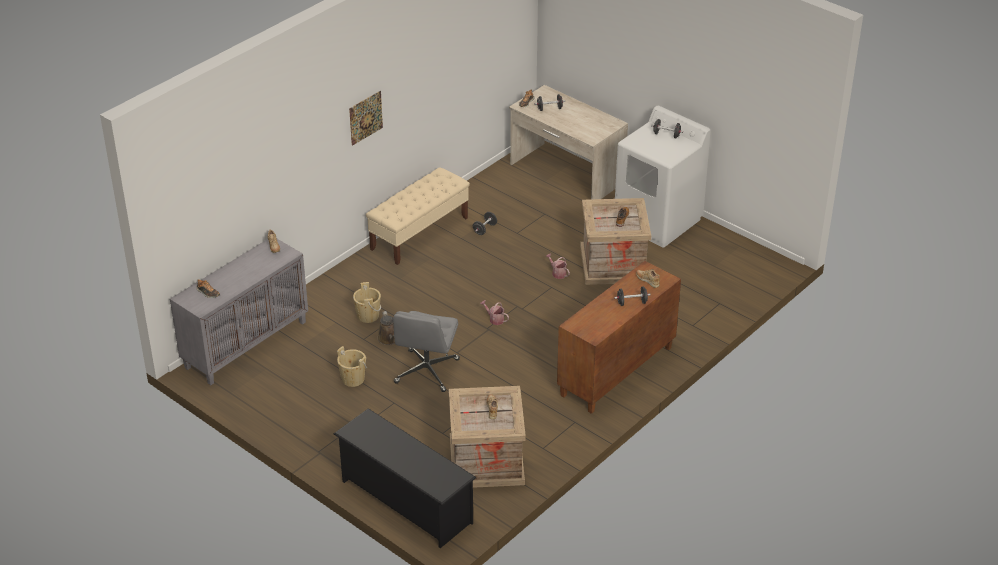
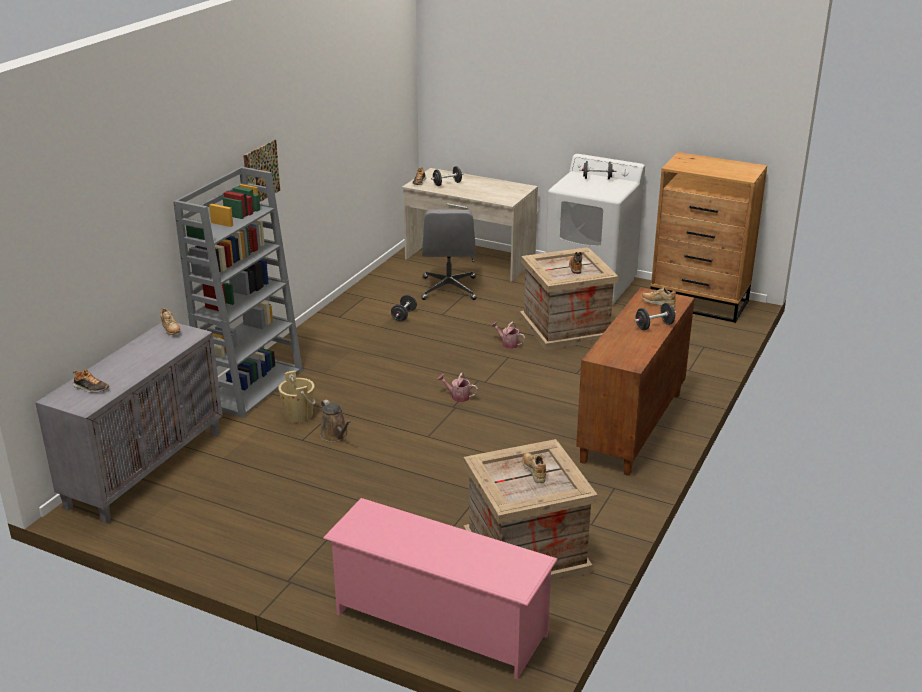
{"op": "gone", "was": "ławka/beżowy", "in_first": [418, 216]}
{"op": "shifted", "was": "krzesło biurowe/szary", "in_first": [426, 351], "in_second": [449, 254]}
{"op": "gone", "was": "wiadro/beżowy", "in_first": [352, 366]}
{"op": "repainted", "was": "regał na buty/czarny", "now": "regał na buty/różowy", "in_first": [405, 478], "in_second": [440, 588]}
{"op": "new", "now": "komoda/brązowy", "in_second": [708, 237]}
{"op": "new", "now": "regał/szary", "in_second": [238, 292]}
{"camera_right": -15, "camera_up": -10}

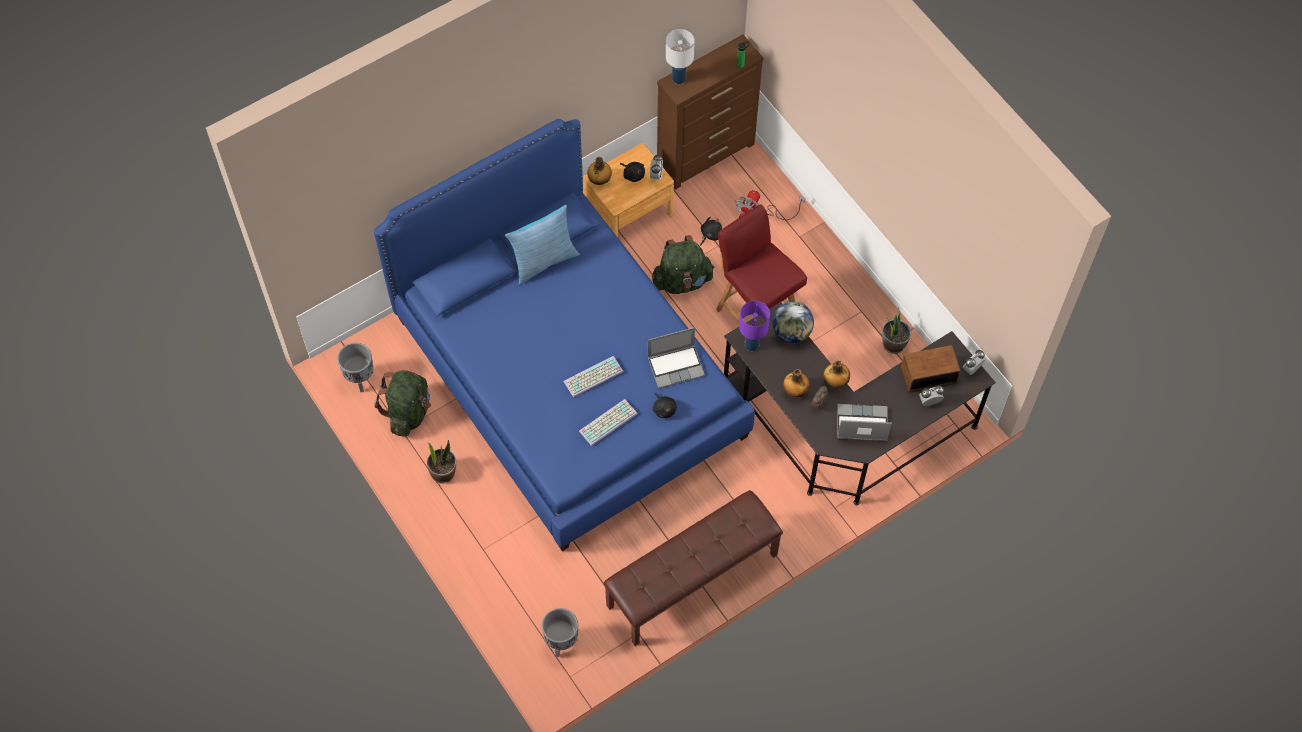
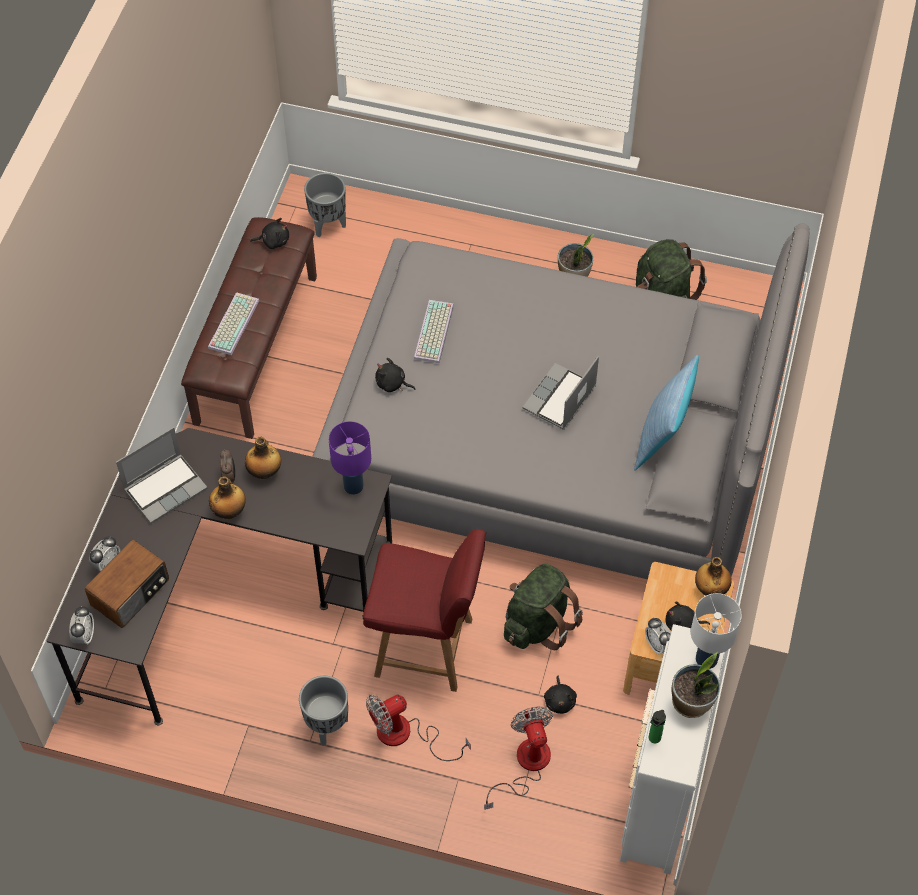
{"op": "repainted", "was": "komoda/brązowy", "now": "komoda/biały", "in_first": [710, 112], "in_second": [672, 749]}
{"op": "repainted", "was": "łóżko/niebieski", "now": "łóżko/szary", "in_first": [564, 335], "in_second": [561, 401]}
{"op": "gone", "was": "globus", "in_first": [793, 322]}
{"op": "shifted", "was": "roślina doniczkowa", "in_first": [896, 332], "in_second": [696, 685]}
{"op": "shifted", "was": "laptop", "in_first": [676, 358], "in_second": [560, 393]}
{"op": "shifted", "was": "donica/szary", "in_first": [356, 367], "in_second": [323, 711]}
{"op": "shifted", "was": "klawiatura", "in_first": [593, 376], "in_second": [233, 323]}
{"op": "new", "now": "pluszak/czarny", "in_second": [269, 233]}
{"op": "new", "now": "wentylator", "in_second": [418, 727]}
{"camera_right": 140, "camera_up": -5}

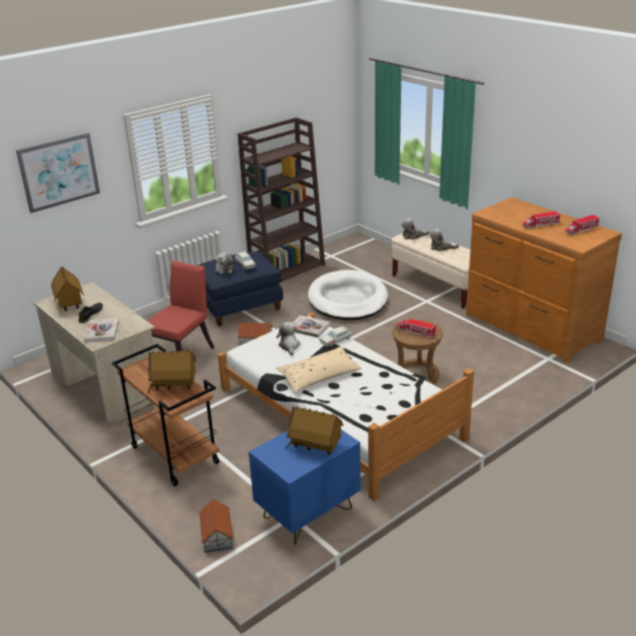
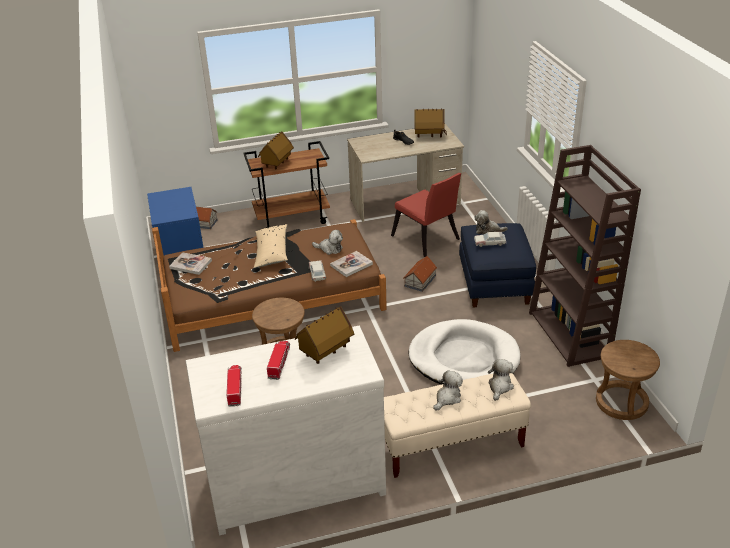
{"op": "gone", "was": "obraz", "in_first": [58, 173]}
{"op": "repainted", "was": "komoda/brązowy", "now": "komoda/biały", "in_first": [544, 280], "in_second": [286, 430]}
{"op": "repainted", "was": "łóżko/biały", "now": "łóżko/brązowy", "in_first": [346, 406], "in_second": [269, 285]}
{"op": "shifted", "was": "książka", "in_first": [101, 330], "in_second": [190, 263]}
{"op": "gone", "was": "ciężarówka zabawkowa", "in_first": [416, 328]}
{"op": "shifted", "was": "domek", "in_first": [314, 430], "in_second": [324, 335]}
{"op": "new", "now": "stołek/brązowy", "in_second": [628, 380]}
{"camera_right": 115, "camera_up": 5}

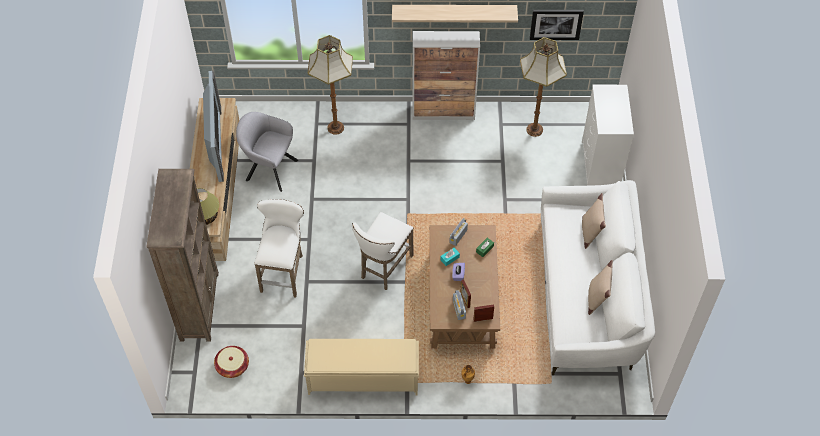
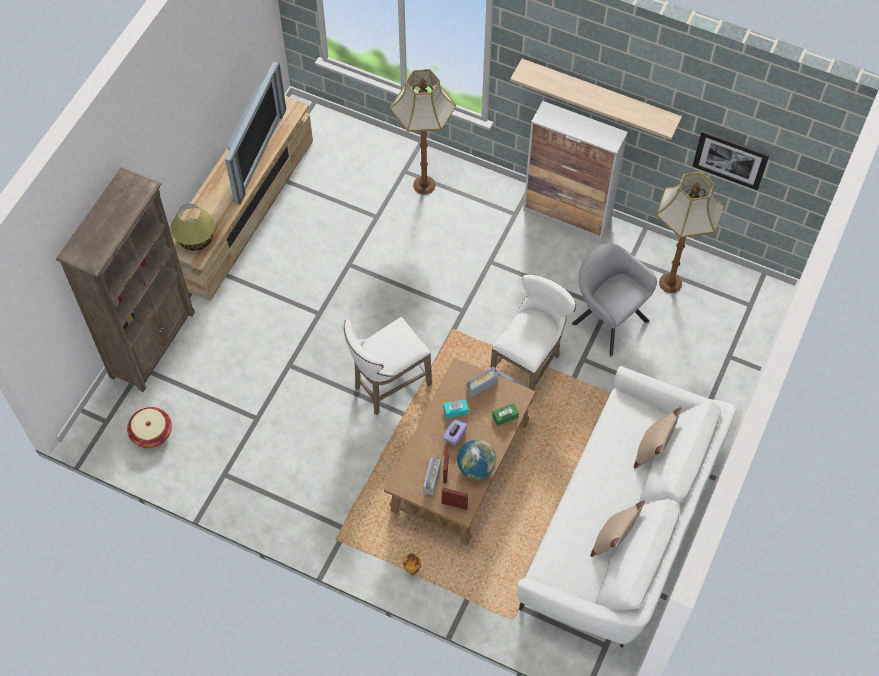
{"op": "gone", "was": "komoda/biały", "in_first": [608, 135]}
{"op": "shifted", "was": "fotel/szary", "in_first": [267, 152], "in_second": [614, 300]}
{"op": "shifted", "was": "stołek/biały", "in_first": [279, 248], "in_second": [533, 339]}
{"op": "gone", "was": "ławka/beżowy", "in_first": [361, 367]}
{"op": "new", "now": "globus", "in_second": [476, 459]}
{"camera_right": 25, "camera_up": 5}

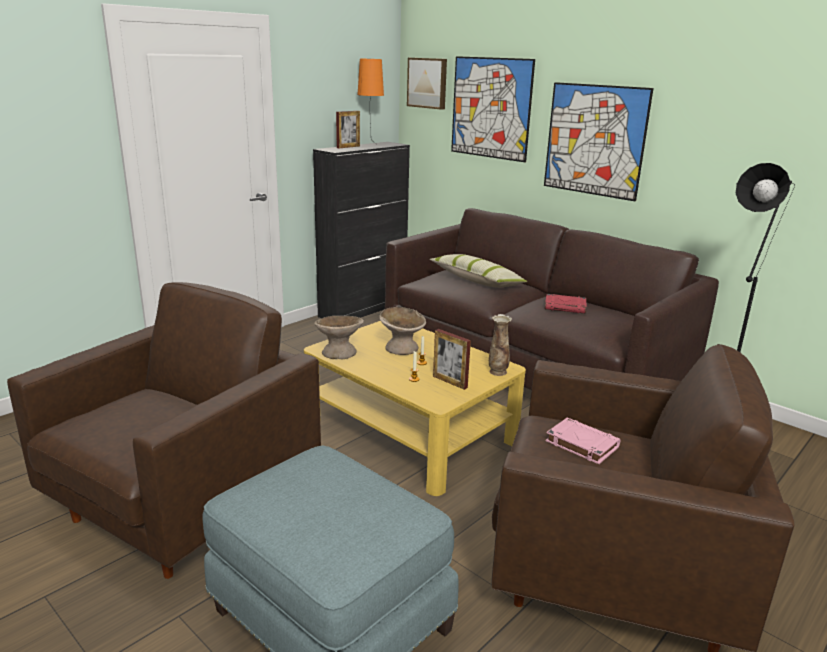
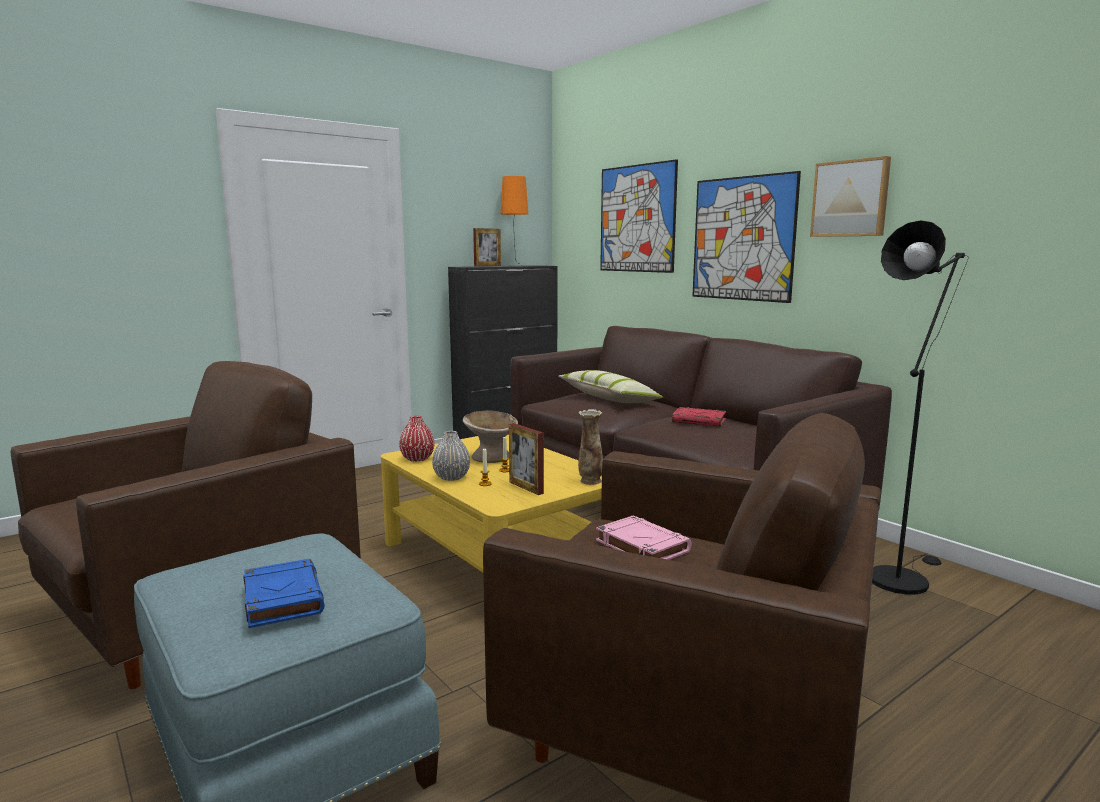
{"op": "shifted", "was": "obraz", "in_first": [427, 84], "in_second": [850, 196]}
{"op": "swapped", "was": "miska/beżowy", "now": "wazon/czerwony", "in_first": [339, 338], "in_second": [416, 439]}
{"op": "new", "now": "wazon/szary", "in_second": [451, 456]}
{"op": "new", "now": "książka/niebieski", "in_second": [284, 593]}
{"camera_right": 10, "camera_up": -10}

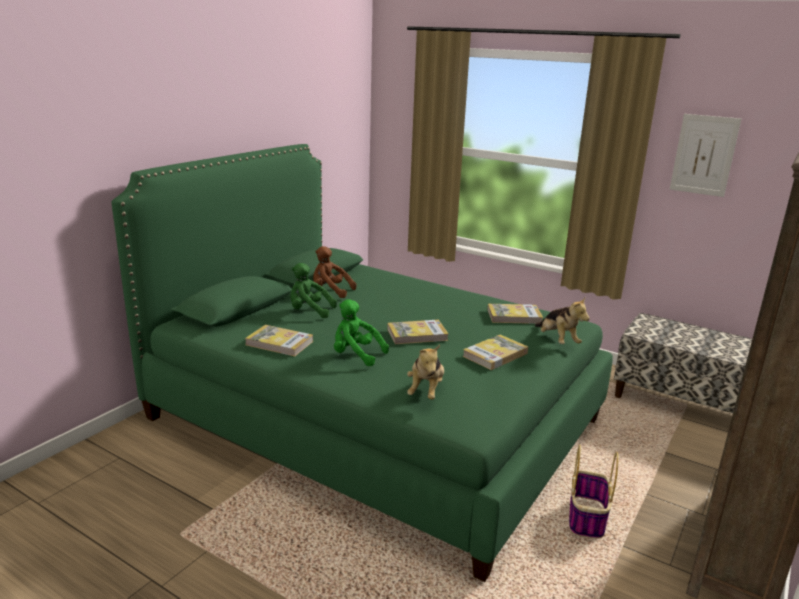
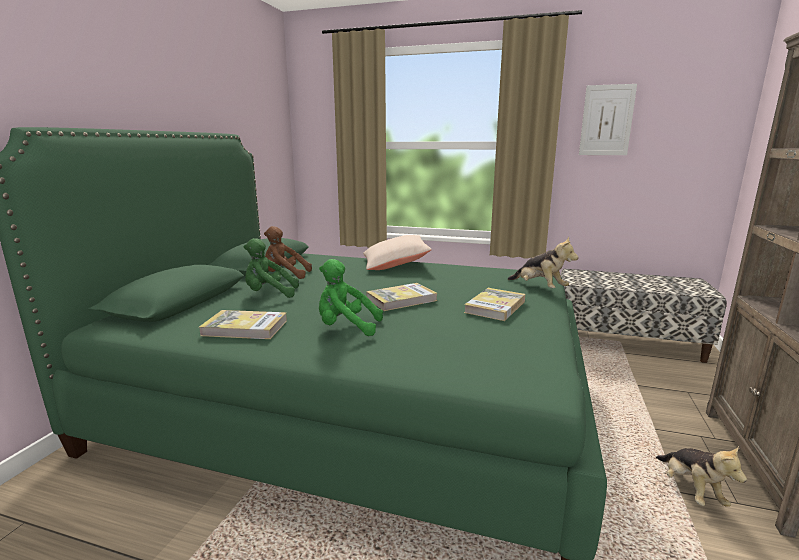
{"op": "gone", "was": "książka", "in_first": [515, 314]}
{"op": "shifted", "was": "pluszak", "in_first": [425, 372], "in_second": [701, 476]}
{"op": "gone", "was": "koszyk", "in_first": [594, 491]}
{"op": "new", "now": "poduszka/beżowy", "in_second": [397, 252]}
{"camera_right": -15, "camera_up": -5}

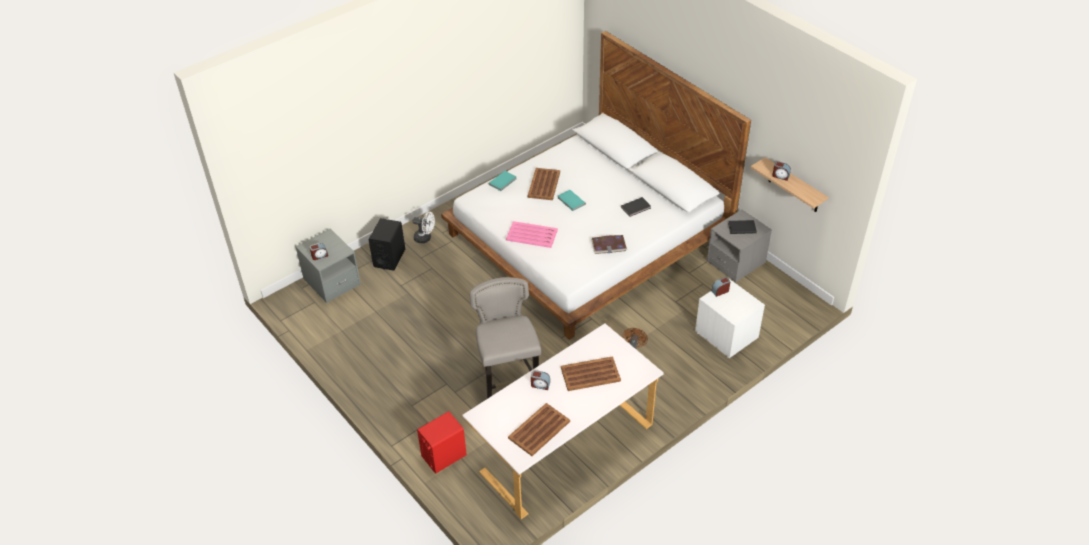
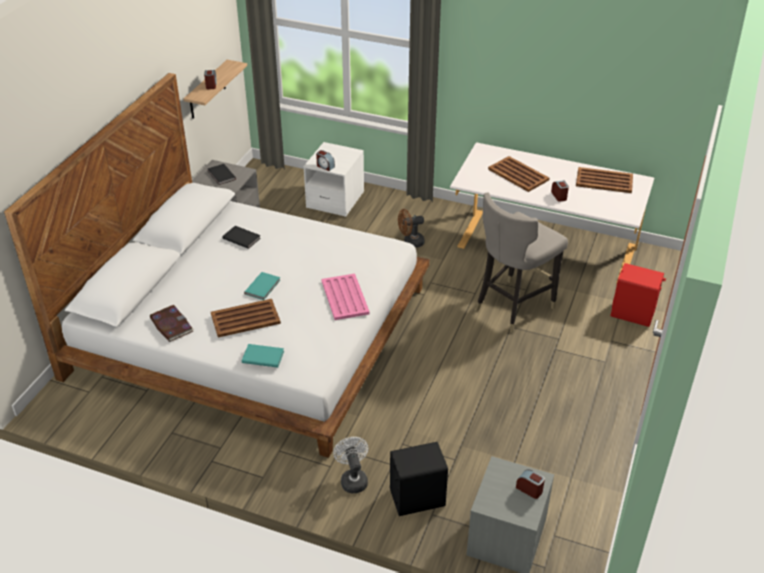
{"op": "shifted", "was": "książka", "in_first": [609, 244], "in_second": [172, 323]}
{"camera_right": -120, "camera_up": -5}

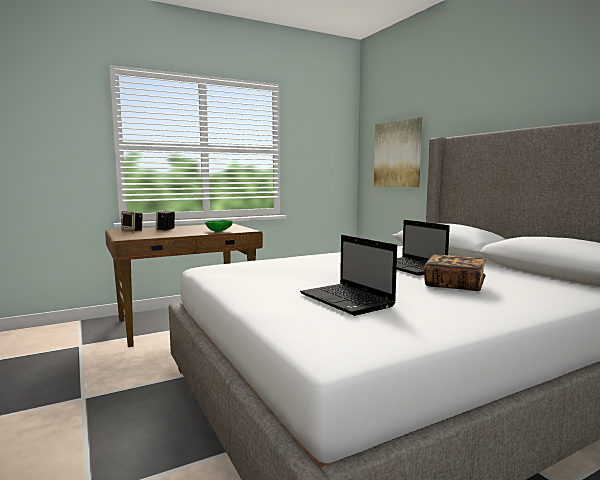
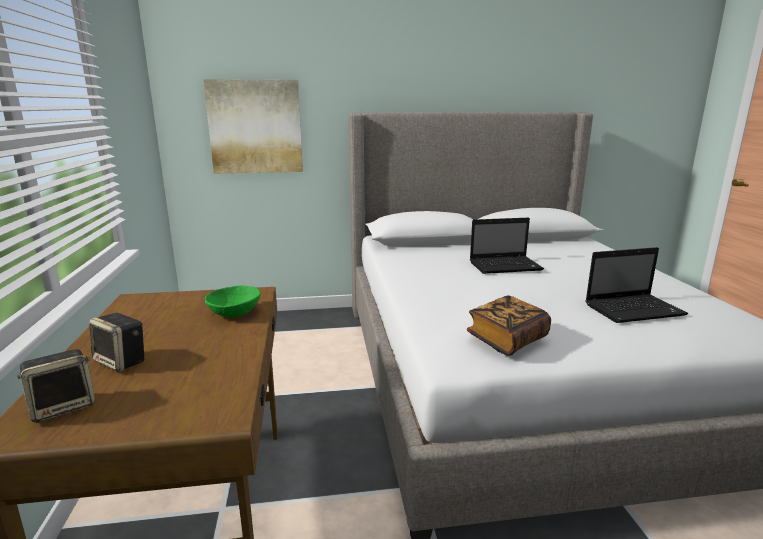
{"op": "shifted", "was": "książka", "in_first": [455, 272], "in_second": [509, 325]}
{"camera_right": -70, "camera_up": 10}

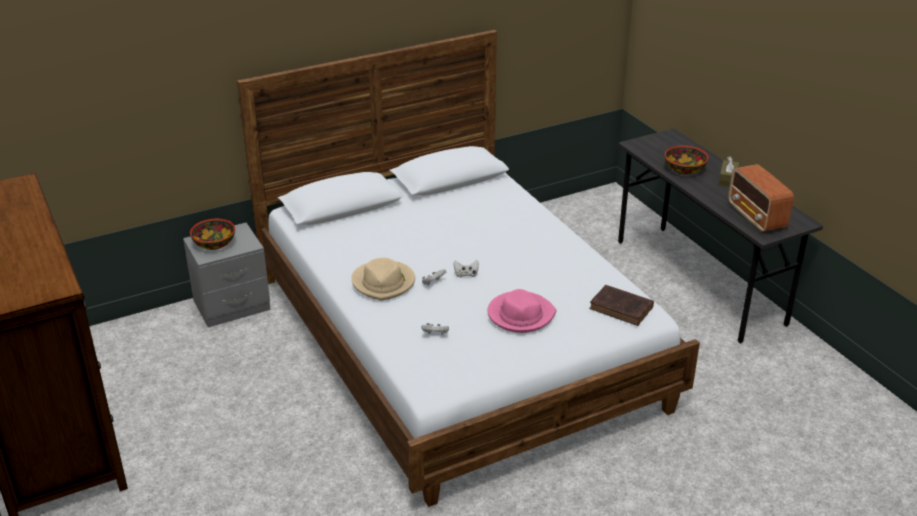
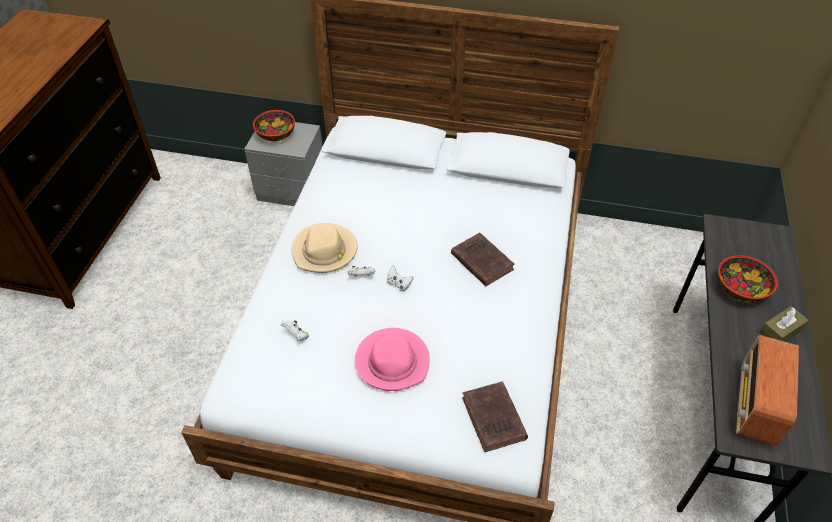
{"op": "new", "now": "książka/brązowy", "in_second": [483, 259]}
{"camera_right": 40, "camera_up": 15}

